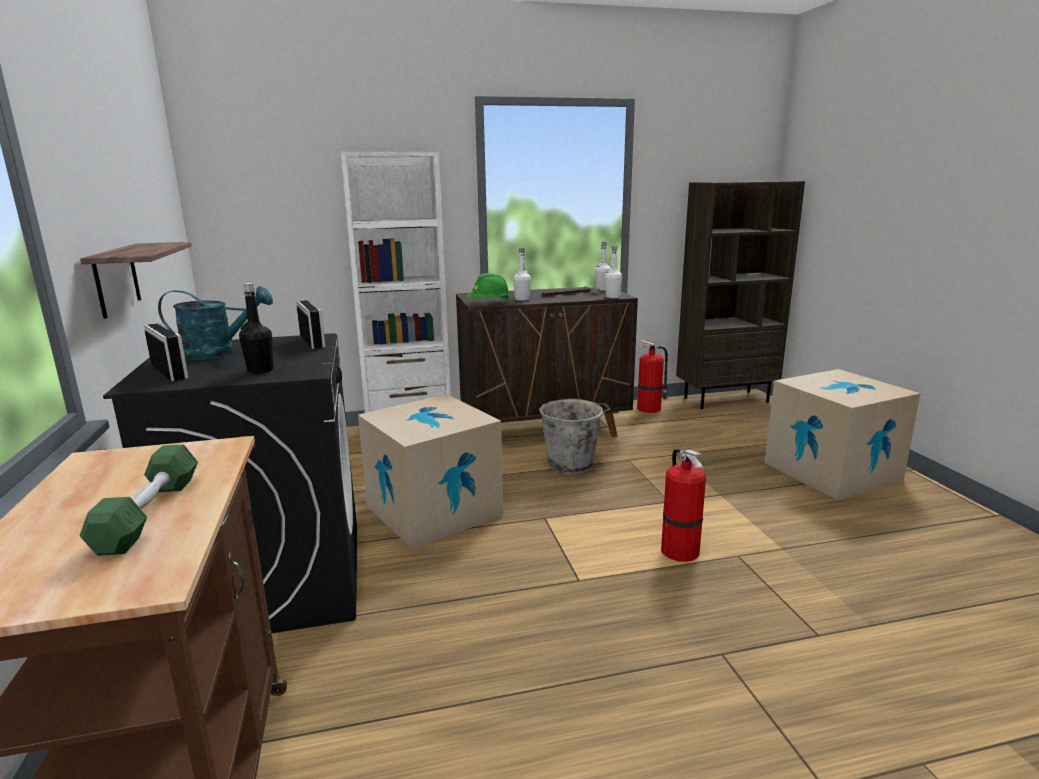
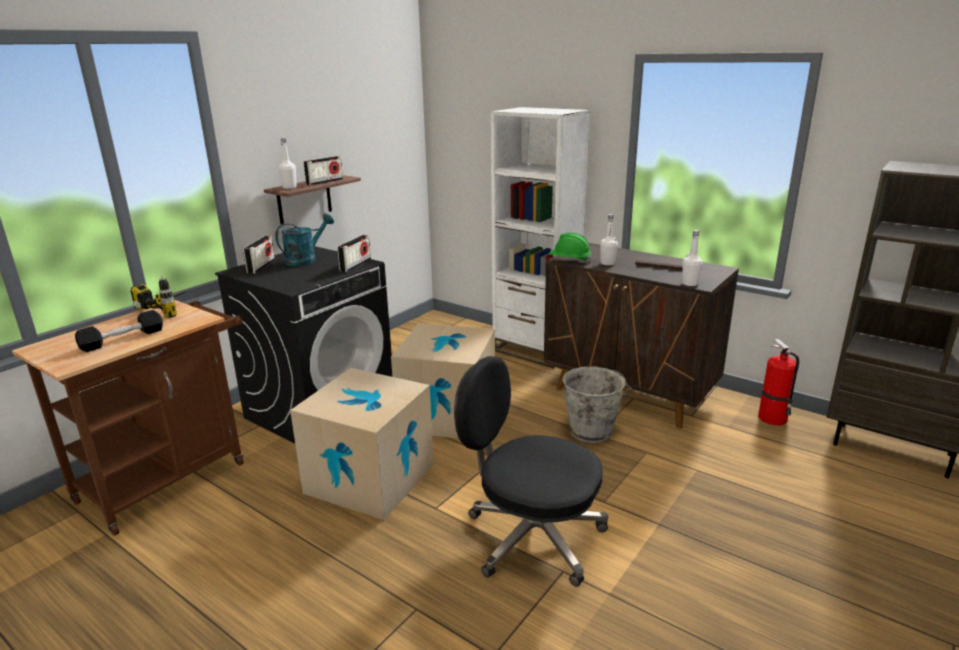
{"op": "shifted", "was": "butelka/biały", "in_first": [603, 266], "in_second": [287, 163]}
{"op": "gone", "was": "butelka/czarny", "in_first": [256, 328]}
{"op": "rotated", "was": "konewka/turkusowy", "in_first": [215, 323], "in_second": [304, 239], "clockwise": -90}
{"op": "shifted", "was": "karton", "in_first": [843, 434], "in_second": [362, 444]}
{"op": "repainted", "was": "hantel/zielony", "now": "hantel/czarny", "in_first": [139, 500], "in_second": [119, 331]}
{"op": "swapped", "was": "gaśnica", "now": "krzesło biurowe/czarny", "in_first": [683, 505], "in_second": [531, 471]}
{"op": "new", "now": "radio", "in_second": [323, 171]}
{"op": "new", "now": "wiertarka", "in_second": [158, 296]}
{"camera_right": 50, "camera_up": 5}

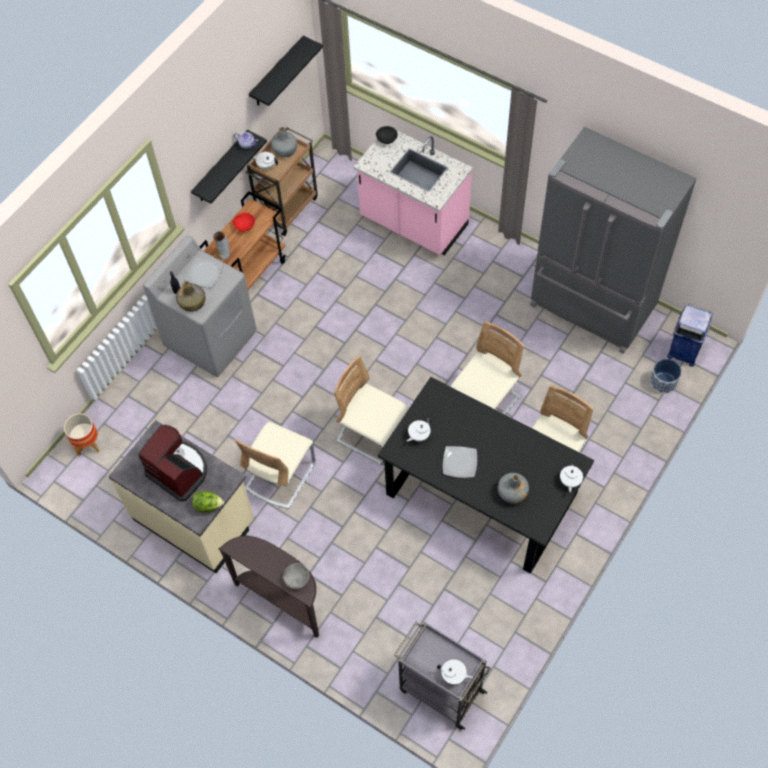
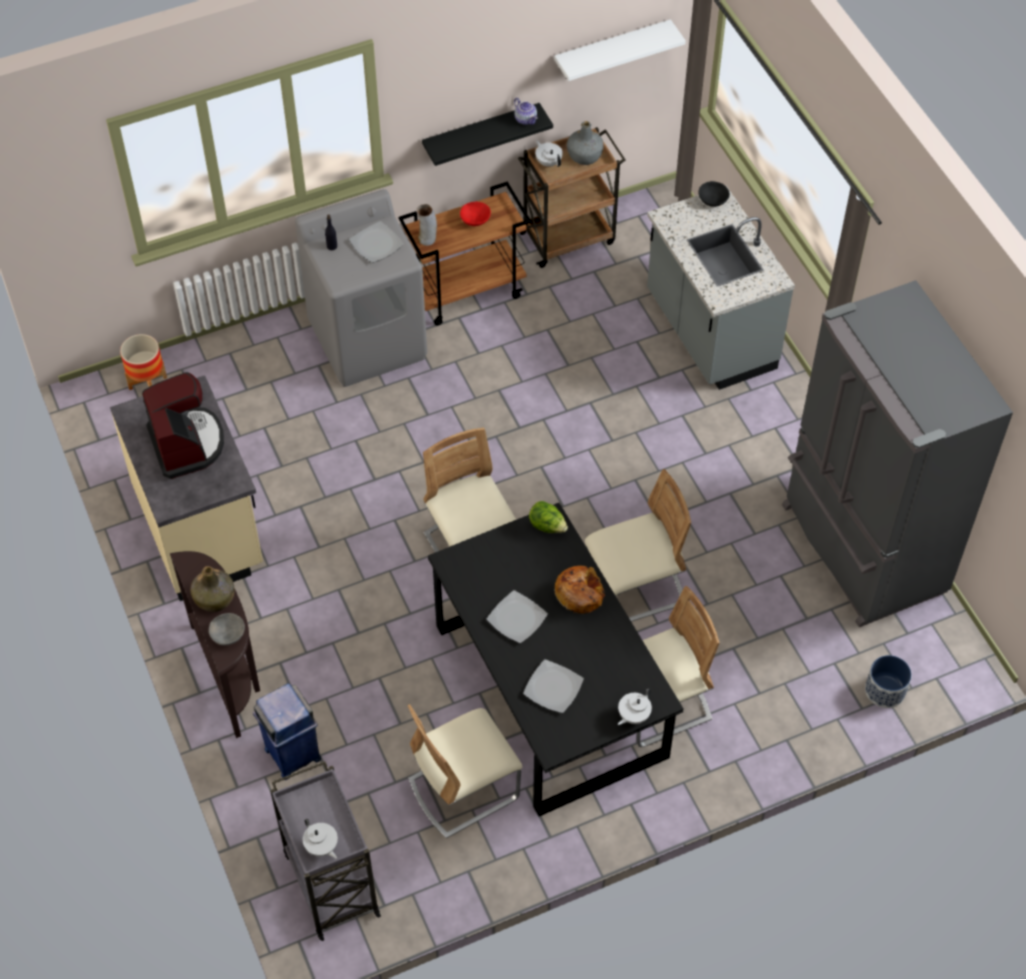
{"op": "repainted", "was": "półka/czarny", "now": "półka/biały", "in_first": [286, 71], "in_second": [620, 50]}
{"op": "repainted", "was": "zabudowa kuchenna/różowy", "now": "zabudowa kuchenna/szary", "in_first": [413, 193], "in_second": [721, 288]}
{"op": "shifted", "was": "butelka/zielony", "in_first": [191, 296], "in_second": [212, 589]}
{"op": "shifted", "was": "kosz na śmieci/niebieski", "in_first": [689, 335], "in_second": [287, 731]}
{"op": "gone", "was": "imbryk/biały", "in_first": [419, 430]}
{"op": "shifted", "was": "krzesło/beżowy", "in_first": [275, 465], "in_second": [465, 771]}
{"op": "swapped", "was": "butelka/szary", "now": "talerz", "in_first": [513, 488], "in_second": [553, 686]}
{"op": "shifted", "was": "sałata", "in_first": [208, 502], "in_second": [548, 517]}
{"op": "new", "now": "chleb", "in_second": [579, 590]}
{"camera_right": 30, "camera_up": -5}

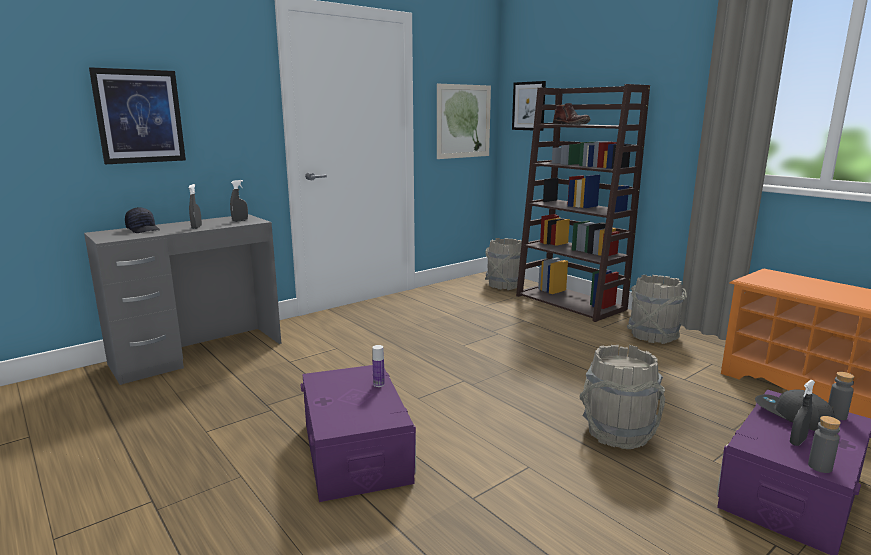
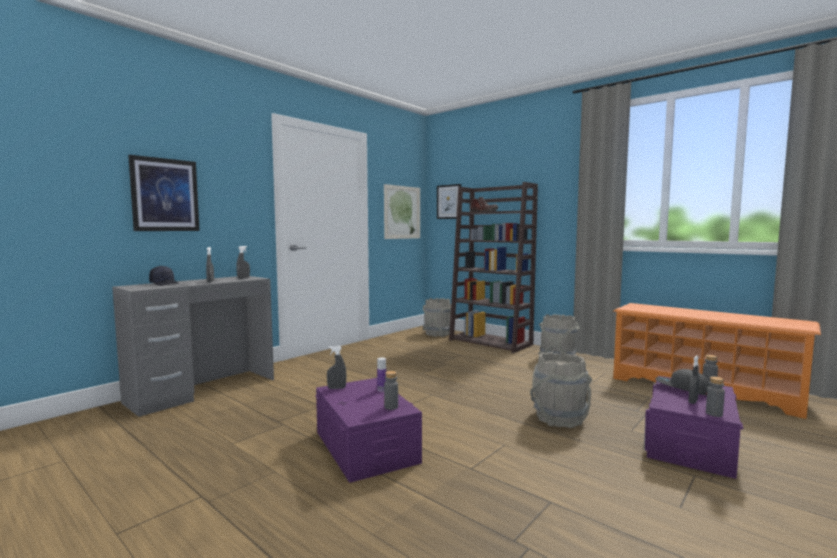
{"op": "new", "now": "spryskiwacz/szary", "in_second": [336, 367]}
{"op": "new", "now": "butelka/szary", "in_second": [391, 390]}
{"camera_right": -10, "camera_up": -10}

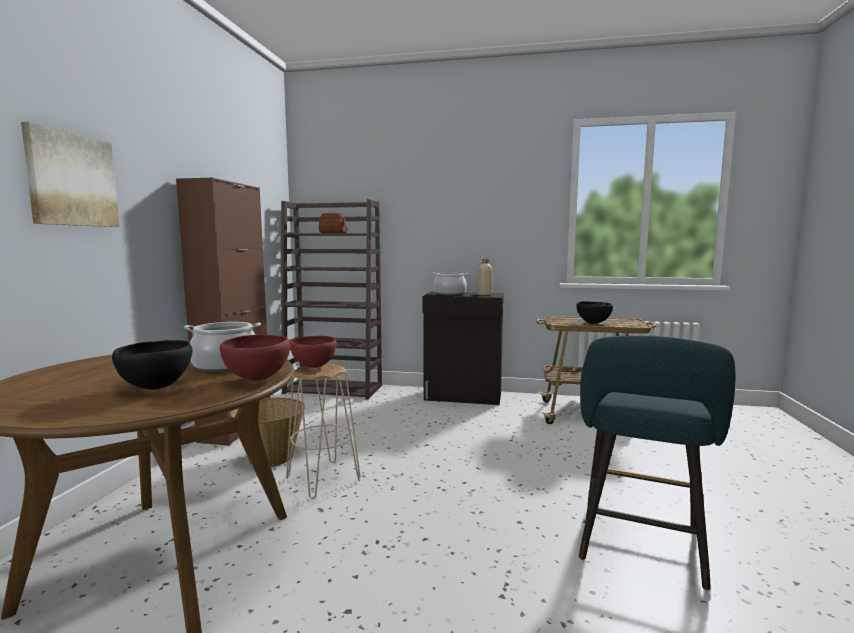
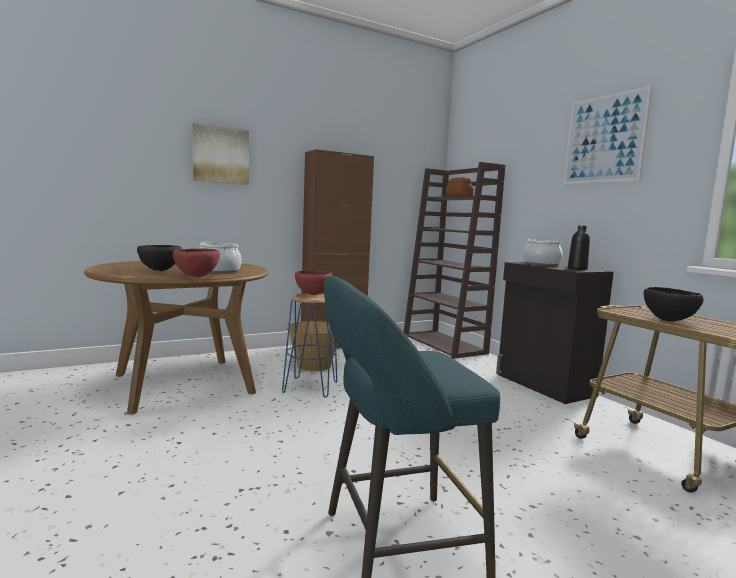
{"op": "repainted", "was": "butelka/beżowy", "now": "butelka/czarny", "in_first": [485, 277], "in_second": [579, 248]}
{"op": "repainted", "was": "stołek/beżowy", "now": "stołek/niebieski", "in_first": [323, 431], "in_second": [309, 345]}
{"op": "new", "now": "obraz", "in_second": [608, 134]}
{"camera_right": 50, "camera_up": 0}

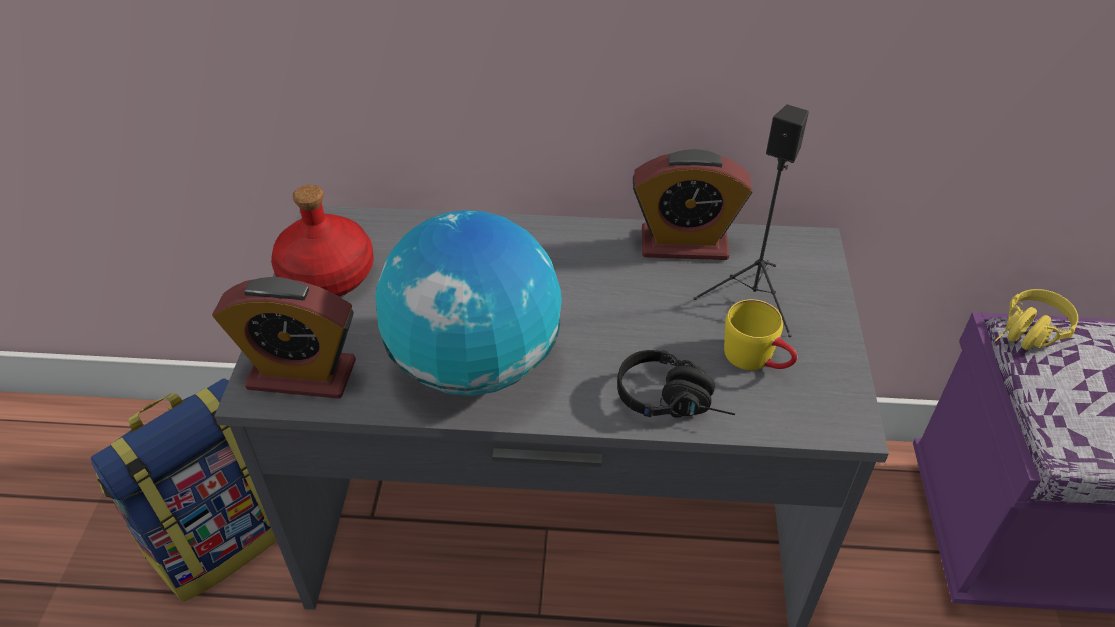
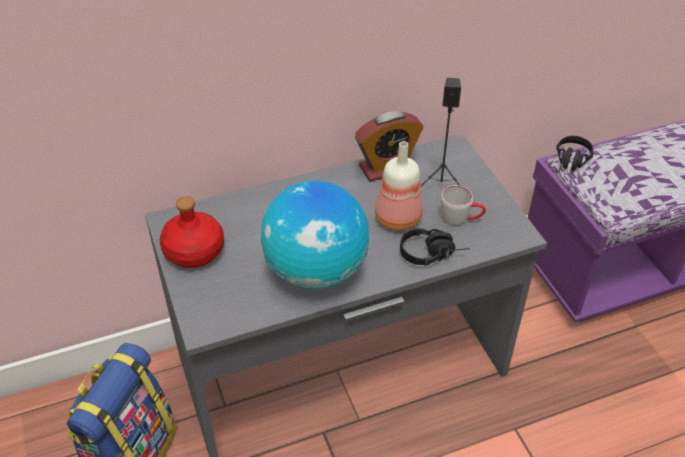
{"op": "gone", "was": "budzik", "in_first": [284, 338]}
{"op": "repainted", "was": "słuchawki/żółty", "now": "słuchawki/czarny", "in_first": [1036, 319], "in_second": [575, 153]}
{"op": "repainted", "was": "kubek/żółty", "now": "kubek/szary", "in_first": [760, 334], "in_second": [463, 205]}
{"op": "new", "now": "butelka", "in_second": [399, 186]}
{"camera_right": -25, "camera_up": 0}

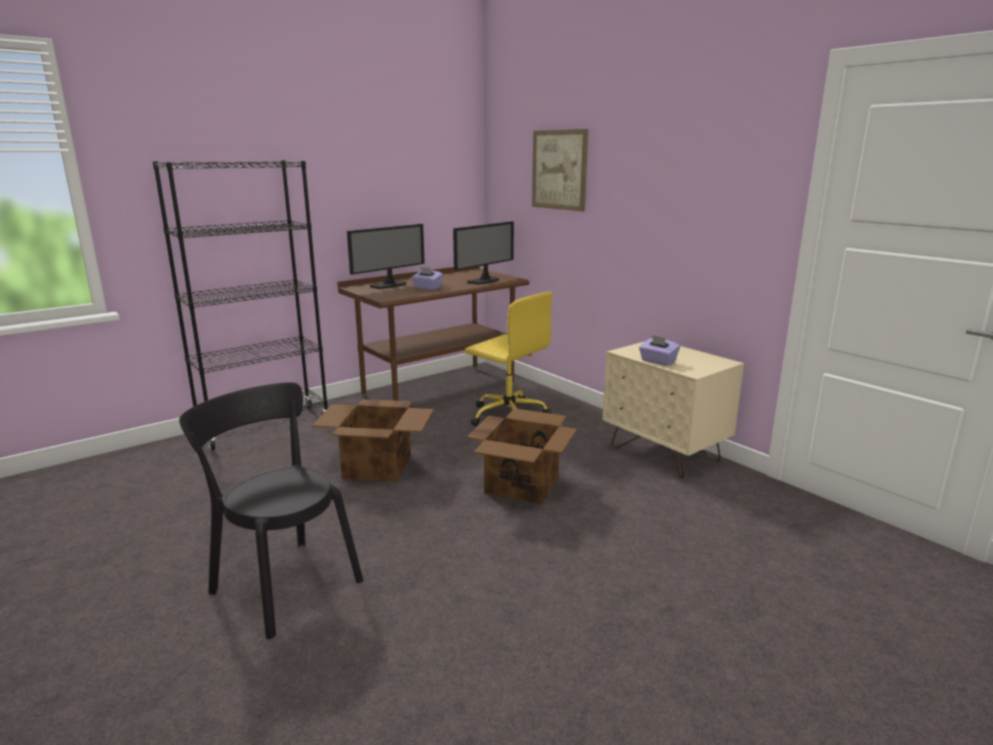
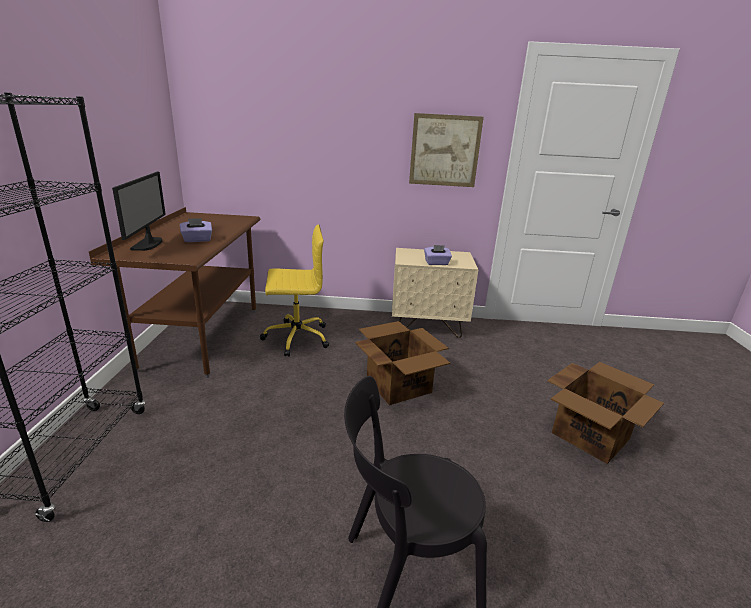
{"op": "shifted", "was": "obraz", "in_first": [560, 170], "in_second": [446, 150]}
{"op": "gone", "was": "monitor", "in_first": [483, 252]}
{"op": "shifted", "was": "karton", "in_first": [373, 440], "in_second": [605, 413]}
{"camera_right": -50, "camera_up": 5}

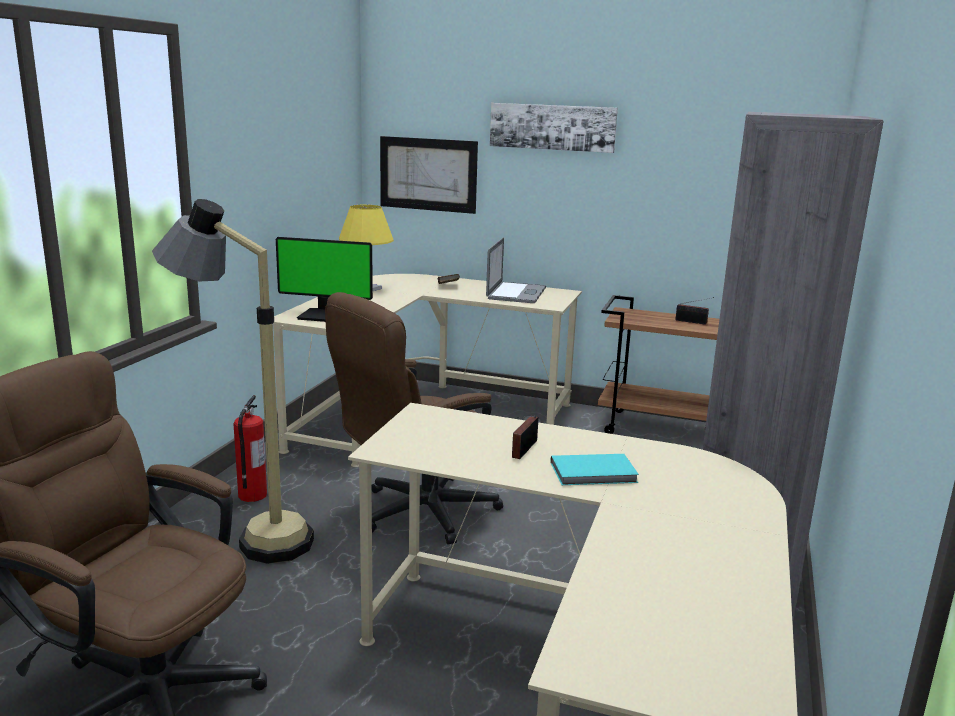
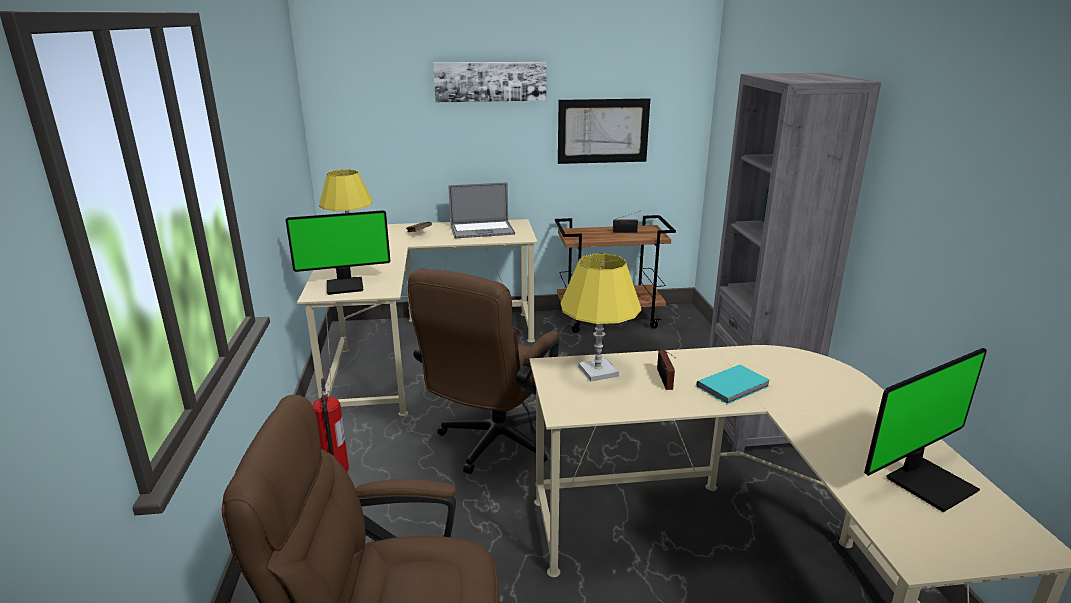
{"op": "shifted", "was": "obraz", "in_first": [429, 175], "in_second": [604, 131]}
{"op": "gone", "was": "lampa stojąca", "in_first": [233, 381]}
{"op": "rotated", "was": "laptop", "in_first": [516, 270], "in_second": [482, 210], "clockwise": 90}
{"op": "new", "now": "lampa stołowa/żółty", "in_second": [601, 317]}
{"op": "new", "now": "monitor", "in_second": [925, 430]}
{"camera_right": -25, "camera_up": 5}

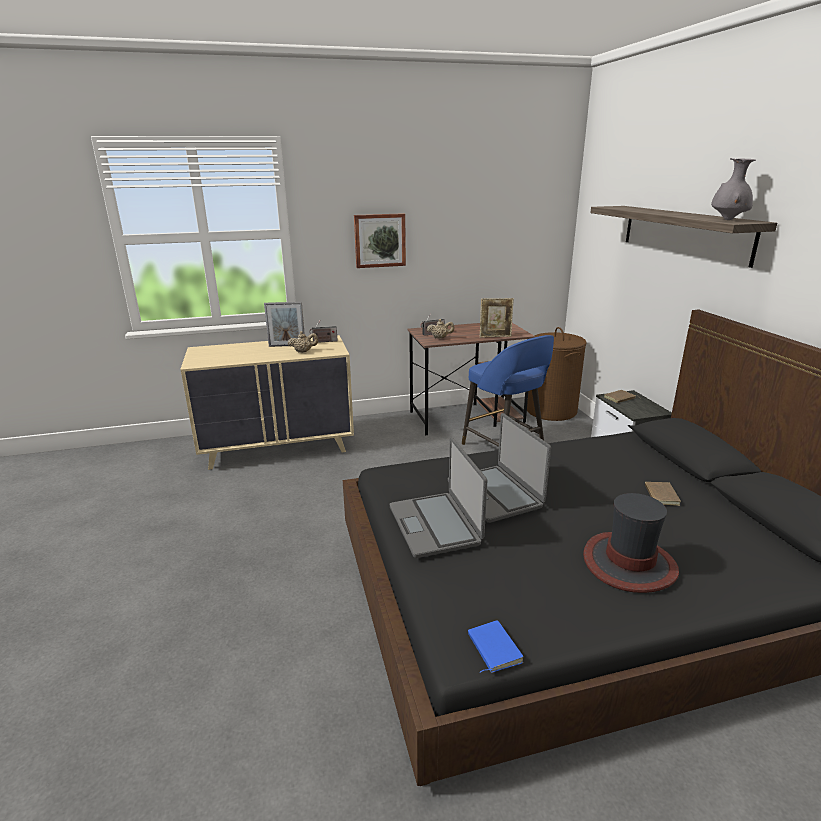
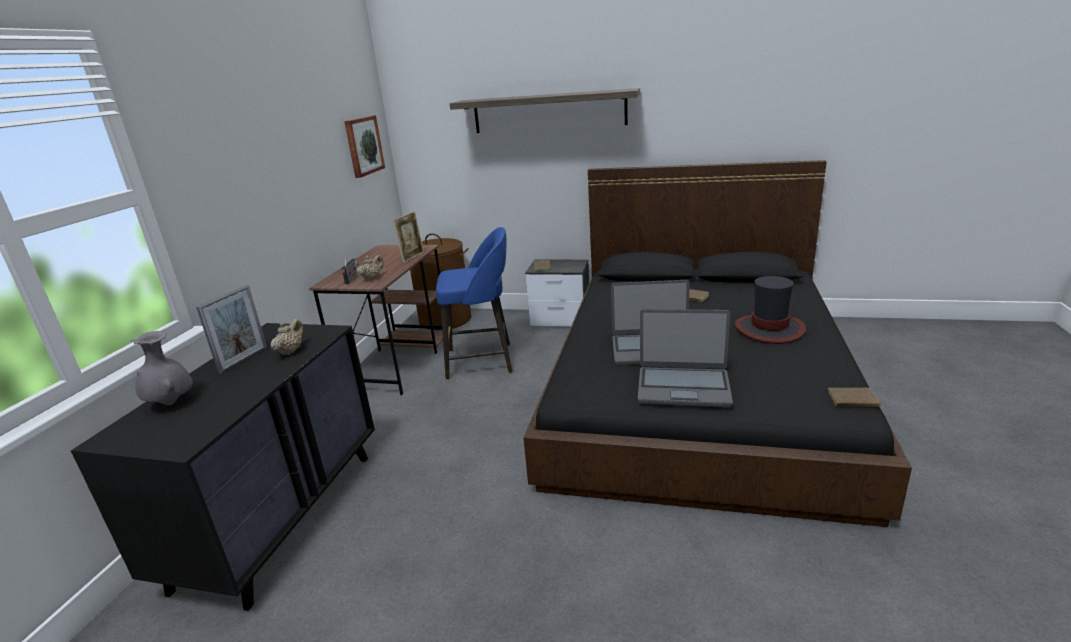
{"op": "shifted", "was": "wazon/szary", "in_first": [733, 189], "in_second": [161, 368]}
{"op": "shifted", "was": "obraz", "in_first": [380, 240], "in_second": [364, 146]}
{"op": "gone", "was": "radio", "in_first": [324, 331]}
{"op": "repainted", "was": "komoda/beżowy", "now": "komoda/czarny", "in_first": [267, 402], "in_second": [223, 467]}
{"op": "repainted", "was": "książka/niebieski", "now": "książka/brązowy", "in_first": [496, 646], "in_second": [856, 398]}
{"camera_right": -60, "camera_up": 0}

